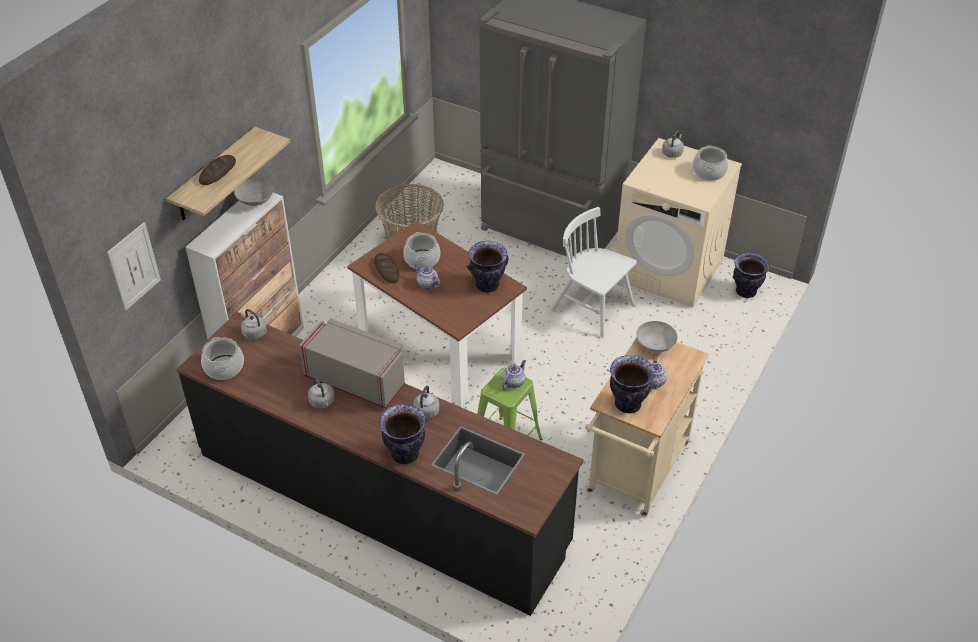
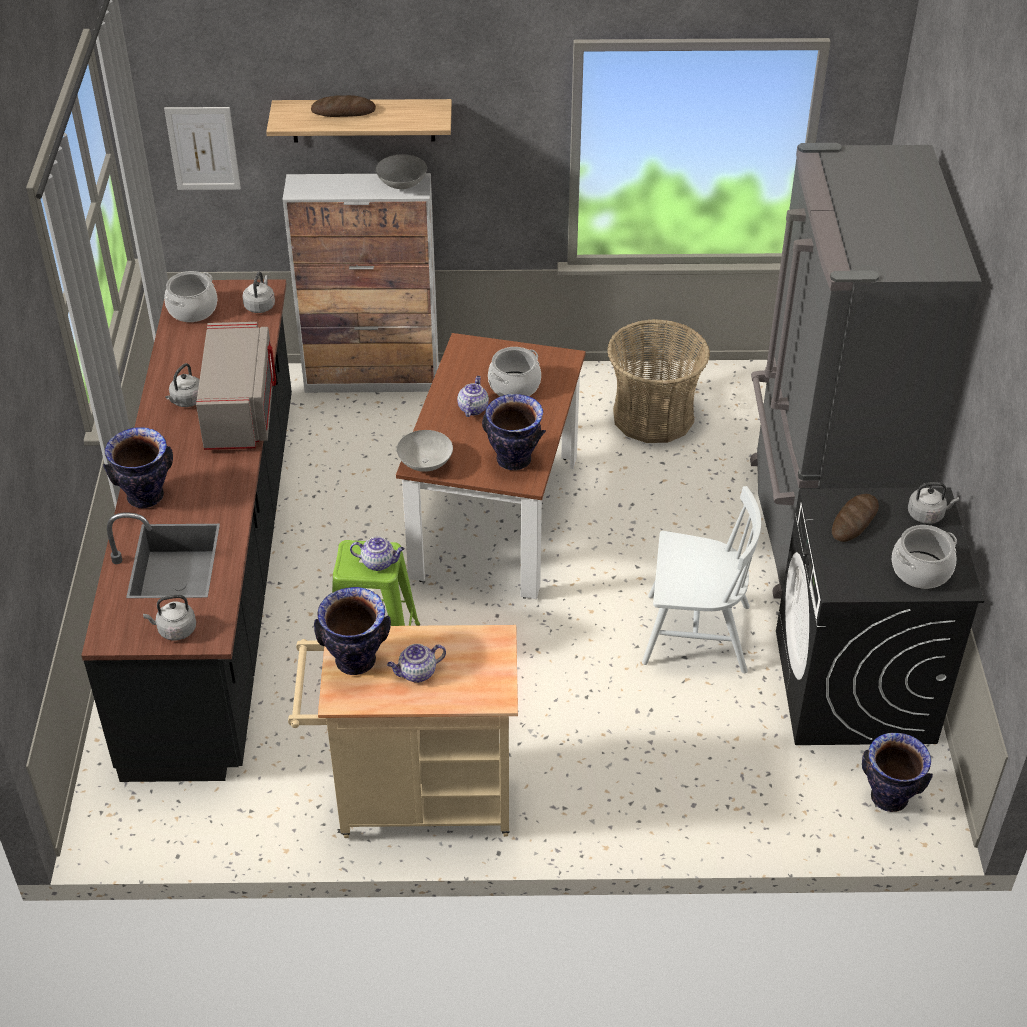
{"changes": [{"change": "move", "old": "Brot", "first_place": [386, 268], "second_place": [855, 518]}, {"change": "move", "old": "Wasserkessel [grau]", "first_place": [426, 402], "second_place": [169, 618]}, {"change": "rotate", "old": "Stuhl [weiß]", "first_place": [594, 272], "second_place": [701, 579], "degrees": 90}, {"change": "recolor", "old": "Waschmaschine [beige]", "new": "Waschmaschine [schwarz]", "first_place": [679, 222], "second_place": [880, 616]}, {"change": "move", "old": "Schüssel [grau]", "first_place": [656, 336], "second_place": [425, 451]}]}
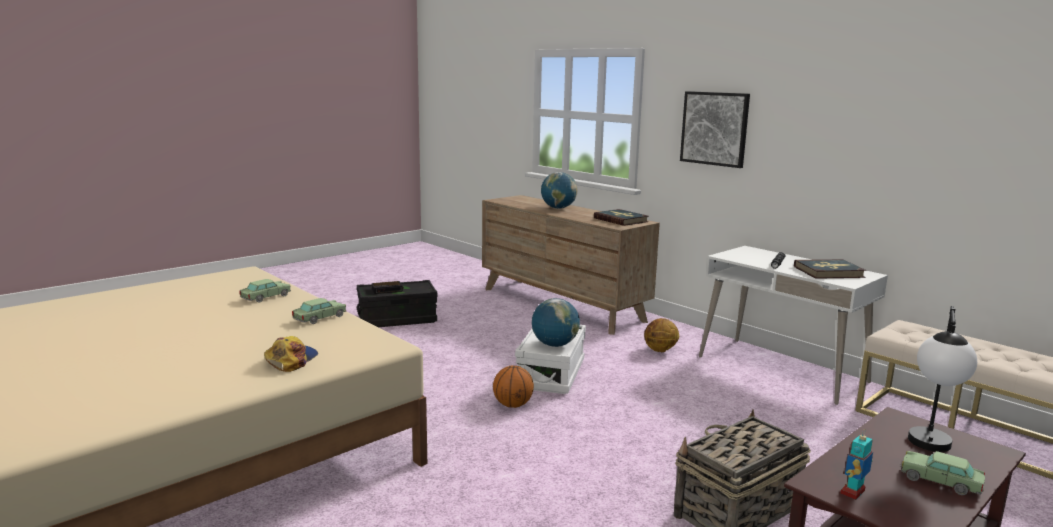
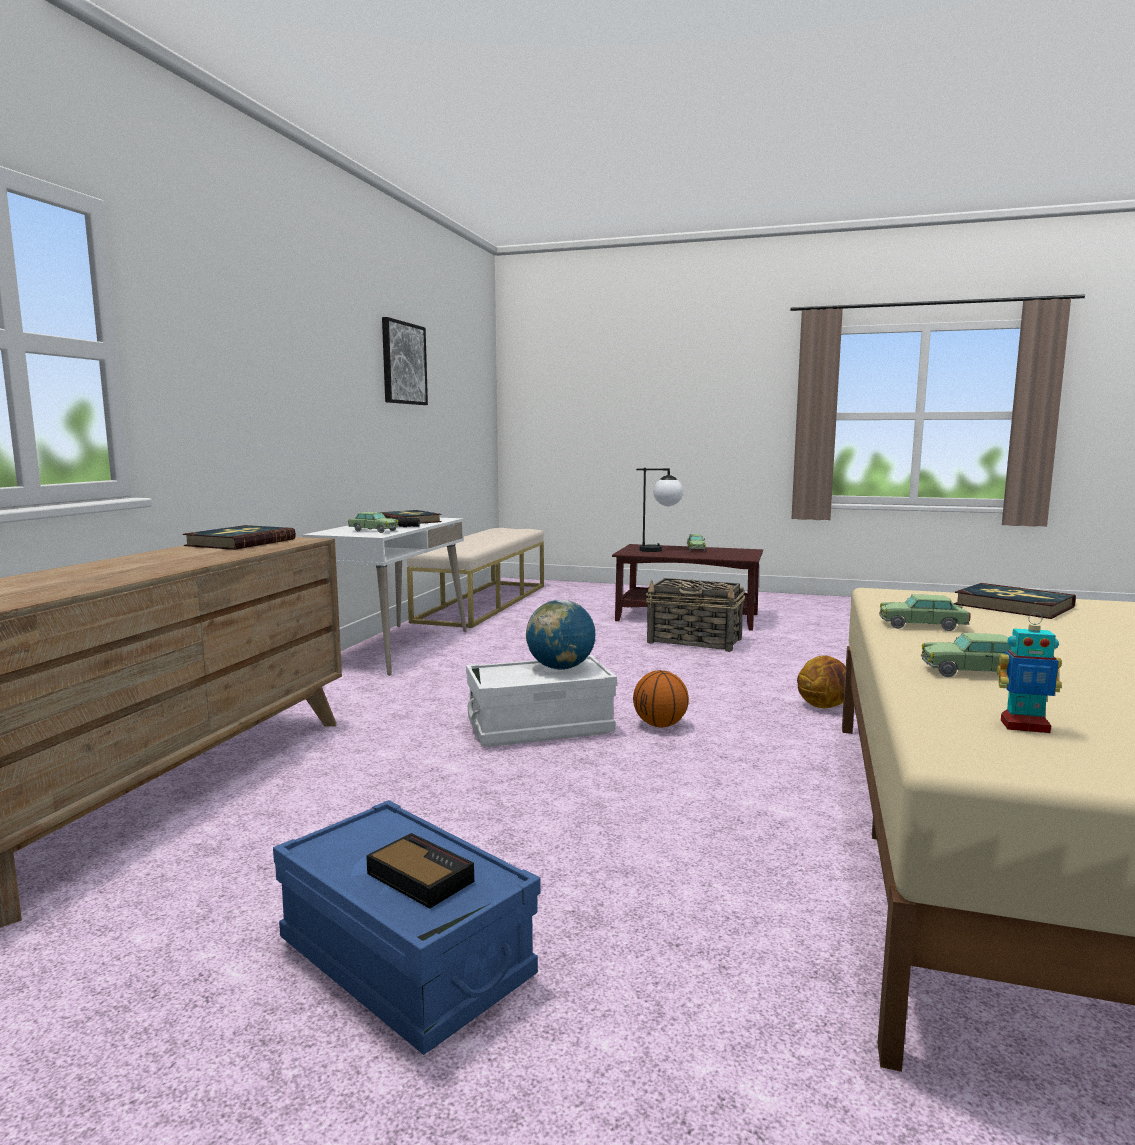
{"changes": [{"change": "replace", "old": "Kappe", "new": "Buch", "first_place": [291, 354], "second_place": [1015, 601]}, {"change": "recolor", "old": "Aufbewahrungsbox [schwarz]", "new": "Aufbewahrungsbox [blau]", "first_place": [397, 303], "second_place": [407, 927]}, {"change": "delete", "old": "Globus", "first_place": [559, 190]}, {"change": "move", "old": "Basketball", "first_place": [661, 335], "second_place": [821, 682]}, {"change": "move", "old": "Bild", "first_place": [715, 129], "second_place": [405, 361]}, {"change": "move", "old": "Spielzeugroboter", "first_place": [856, 465], "second_place": [1029, 672]}, {"change": "insert", "new": "Spielzeugauto", "second_place": [373, 522]}]}
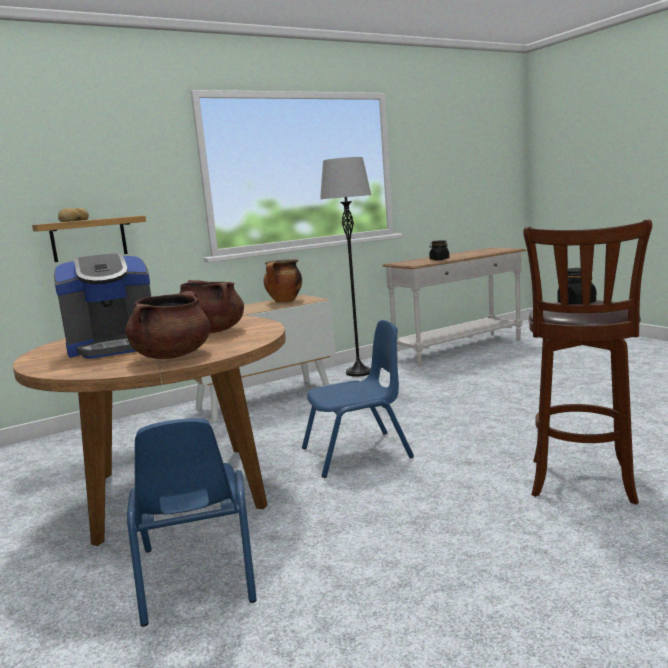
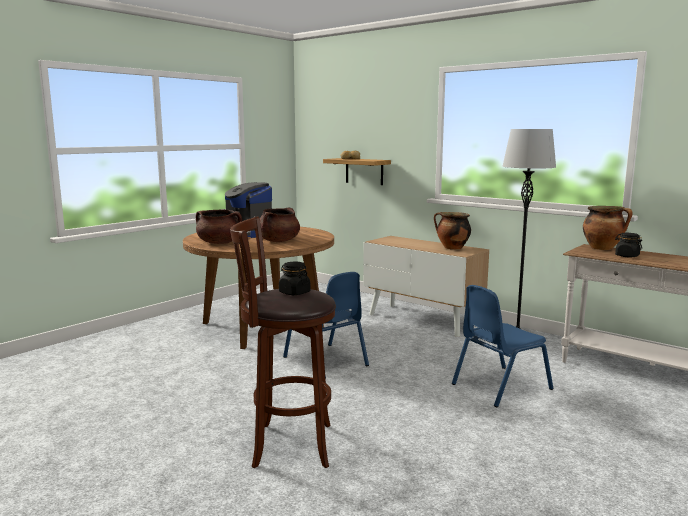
{"changes": [{"change": "move", "old": "Stuhl [blau]", "first_place": [192, 522], "second_place": [502, 346]}, {"change": "insert", "new": "Kochtopf", "second_place": [608, 228]}]}
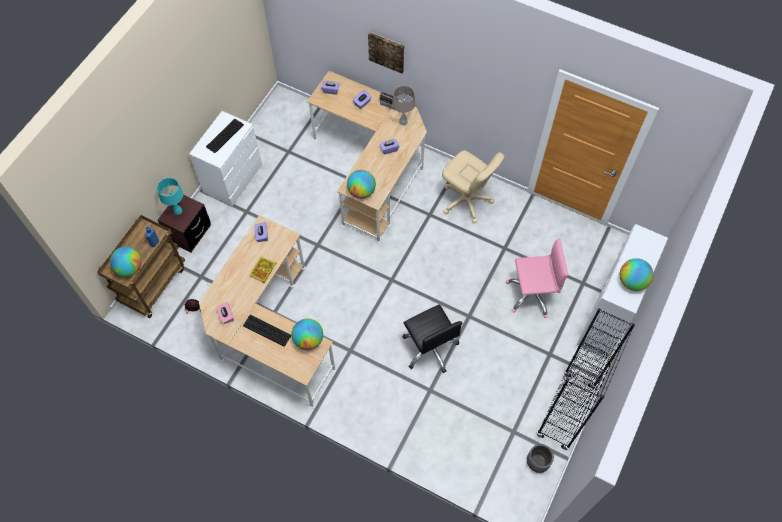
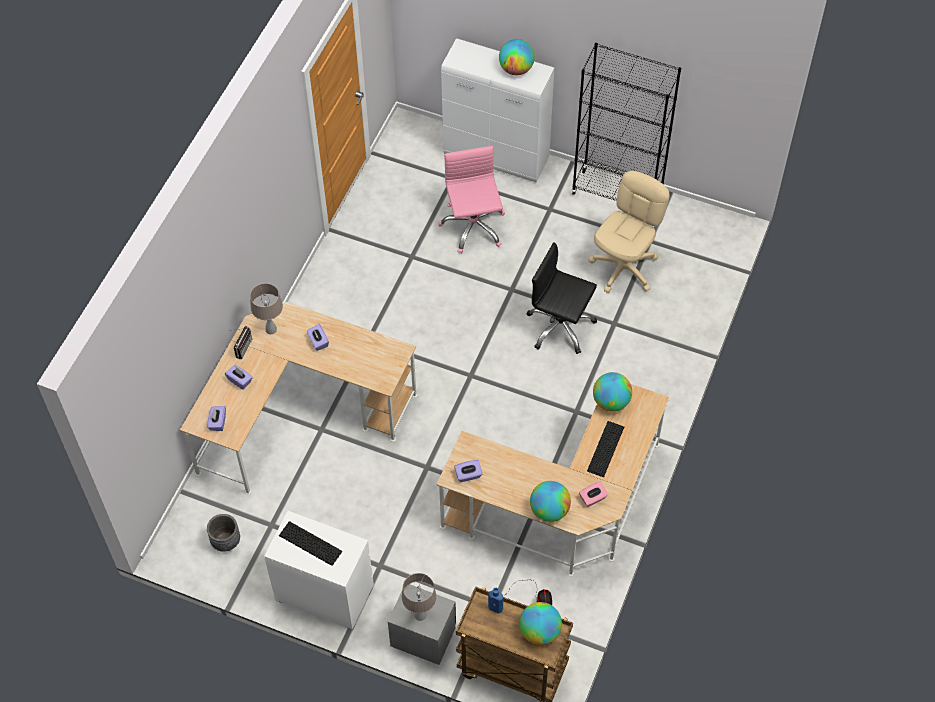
{"changes": [{"change": "recolor", "old": "Tischlampe [türkis]", "new": "Tischlampe [beige]", "first_place": [170, 196], "second_place": [419, 597]}, {"change": "recolor", "old": "Nachttisch [braun]", "new": "Nachttisch [grau]", "first_place": [184, 223], "second_place": [422, 624]}, {"change": "delete", "old": "Buch", "first_place": [263, 270]}, {"change": "move", "old": "Globus", "first_place": [361, 184], "second_place": [550, 501]}, {"change": "delete", "old": "Bild", "first_place": [386, 53]}, {"change": "rotate", "old": "Bürostuhl [schwarz]", "first_place": [432, 338], "second_place": [562, 298], "degrees": -120}, {"change": "move", "old": "Bürostuhl [beige]", "first_place": [473, 187], "second_place": [629, 232]}, {"change": "move", "old": "Pflanzkübel [grau]", "first_place": [540, 458], "second_place": [223, 533]}]}
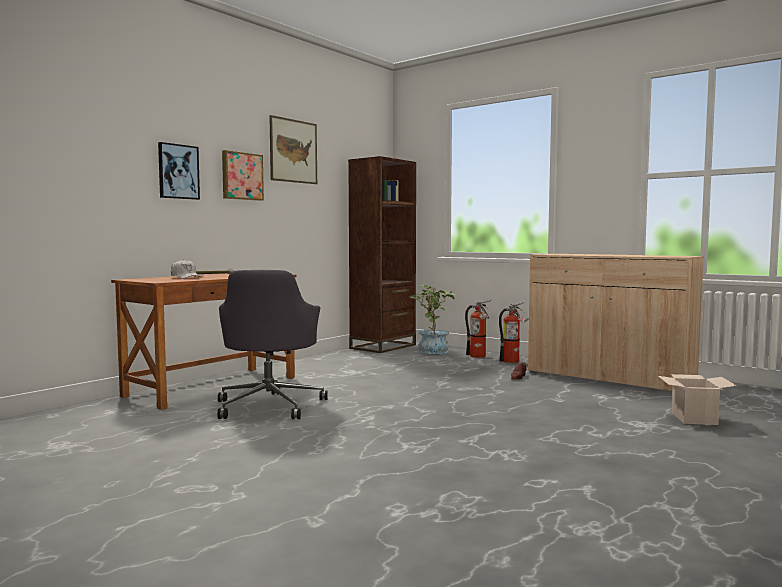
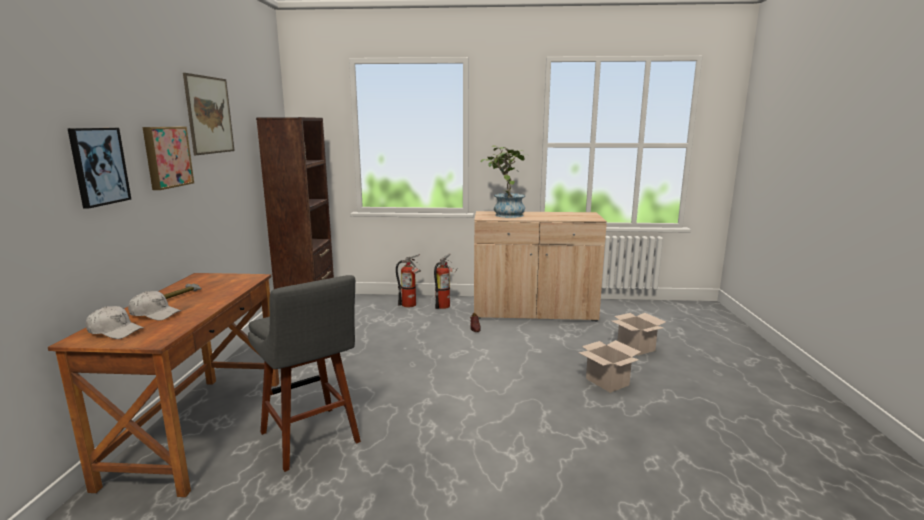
{"changes": [{"change": "replace", "old": "Bürostuhl [grau]", "new": "Hocker [grau]", "first_place": [272, 344], "second_place": [304, 373]}, {"change": "move", "old": "Topfpflanze", "first_place": [432, 319], "second_place": [503, 181]}, {"change": "insert", "new": "Kappe [weiß]", "second_place": [115, 322]}, {"change": "insert", "new": "Karton", "second_place": [609, 366]}]}
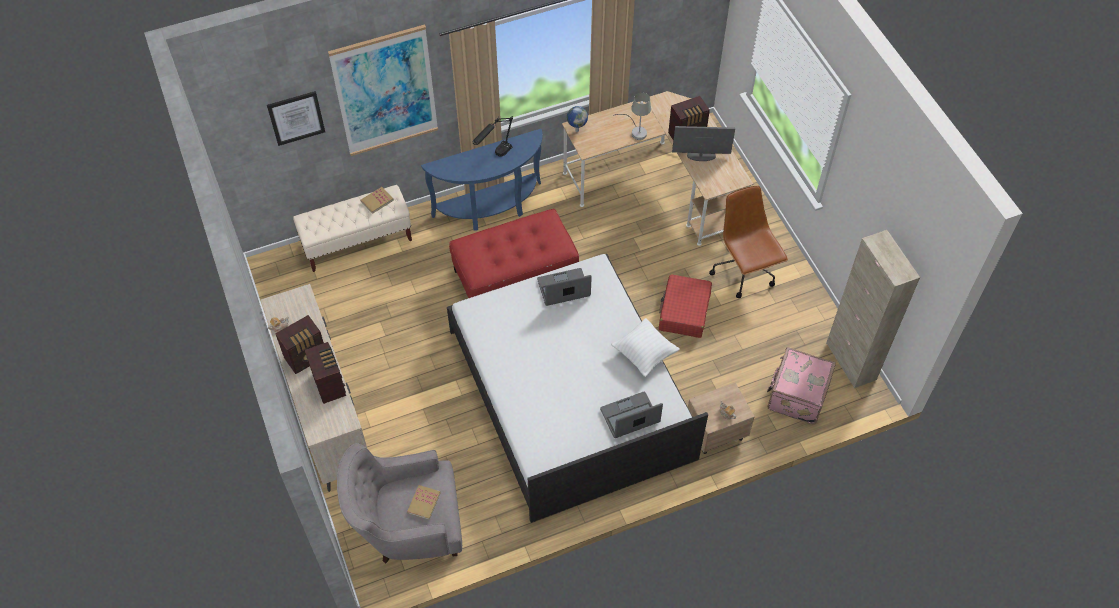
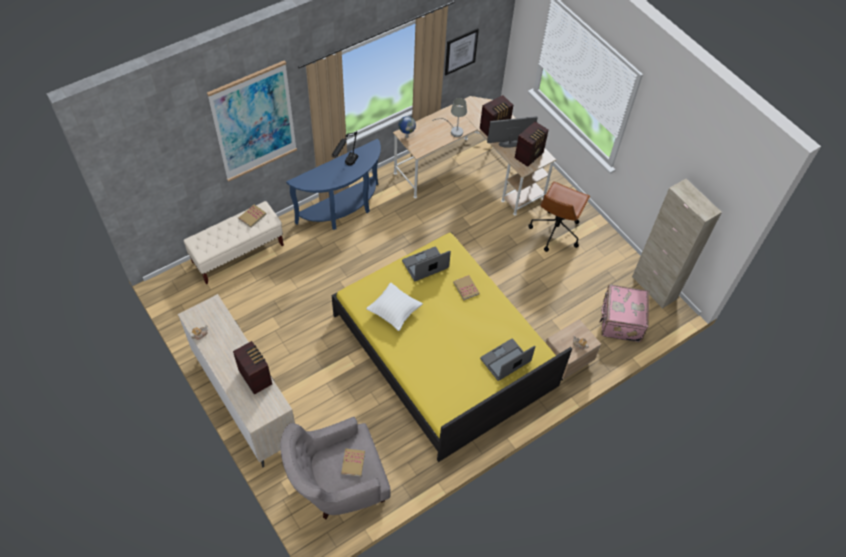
{"changes": [{"change": "move", "old": "Bild", "first_place": [296, 118], "second_place": [462, 51]}, {"change": "move", "old": "Radio", "first_place": [299, 344], "second_place": [531, 144]}, {"change": "recolor", "old": "Bett [weiß]", "new": "Bett [gelb]", "first_place": [577, 388], "second_place": [452, 347]}, {"change": "delete", "old": "Polsterhocker [rot]", "first_place": [514, 253]}, {"change": "move", "old": "Kissen [weiß]", "first_place": [645, 347], "second_place": [394, 307]}, {"change": "delete", "old": "Koffer [rot]", "first_place": [685, 306]}, {"change": "rotate", "old": "Bürostuhl [braun]", "first_place": [748, 242], "second_place": [559, 216], "degrees": -120}, {"change": "insert", "new": "Buch", "second_place": [466, 287]}]}
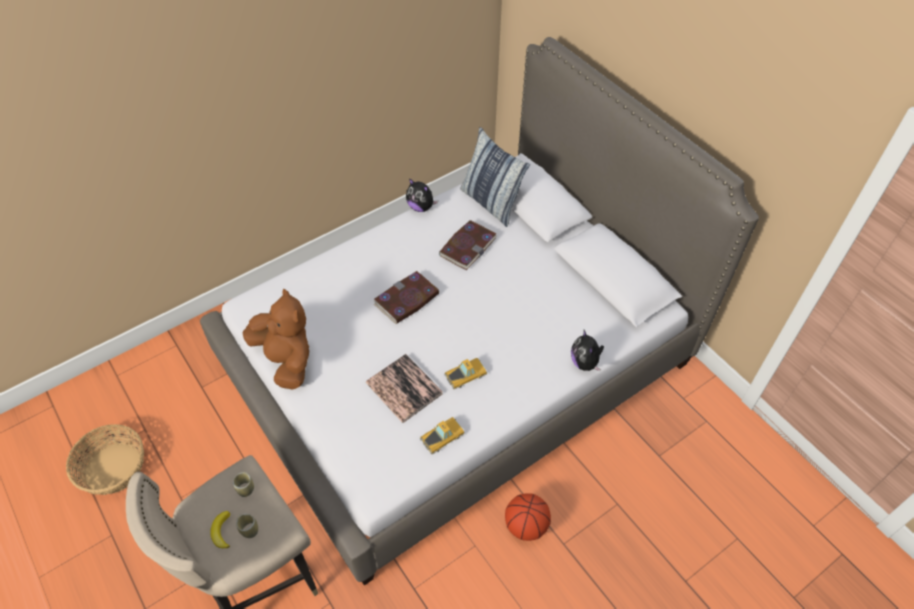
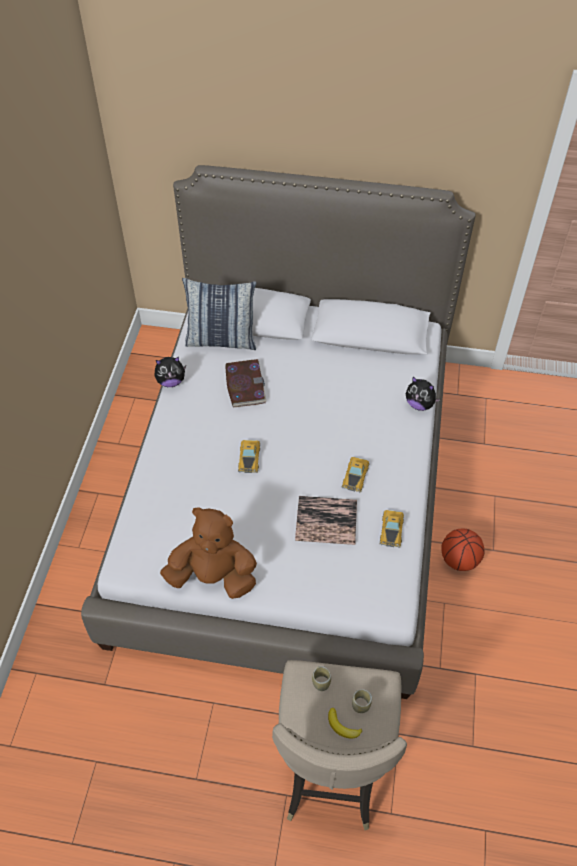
{"changes": [{"change": "delete", "old": "Korb", "first_place": [105, 459]}, {"change": "replace", "old": "Buch", "new": "Spielzeugauto", "first_place": [406, 297], "second_place": [249, 456]}]}
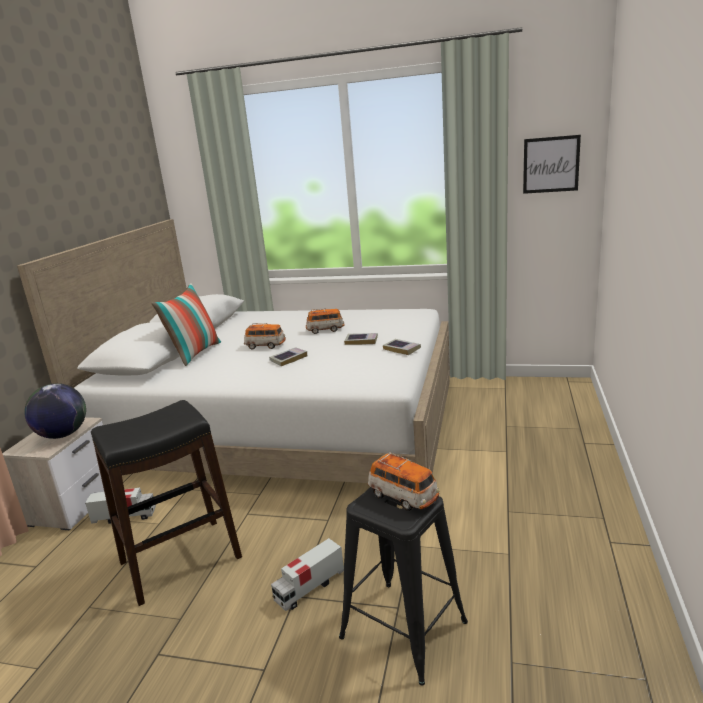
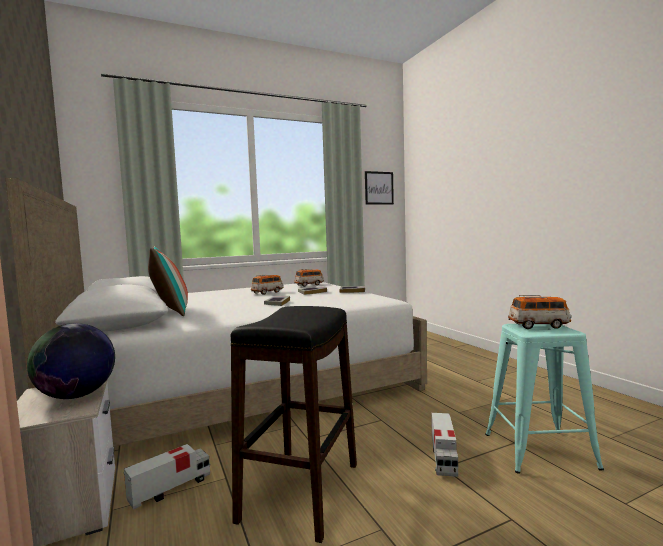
{"changes": [{"change": "move", "old": "Spielzeugauto", "first_place": [265, 336], "second_place": [309, 278]}, {"change": "recolor", "old": "Hocker [schwarz]", "new": "Hocker [türkis]", "first_place": [403, 586], "second_place": [544, 399]}]}
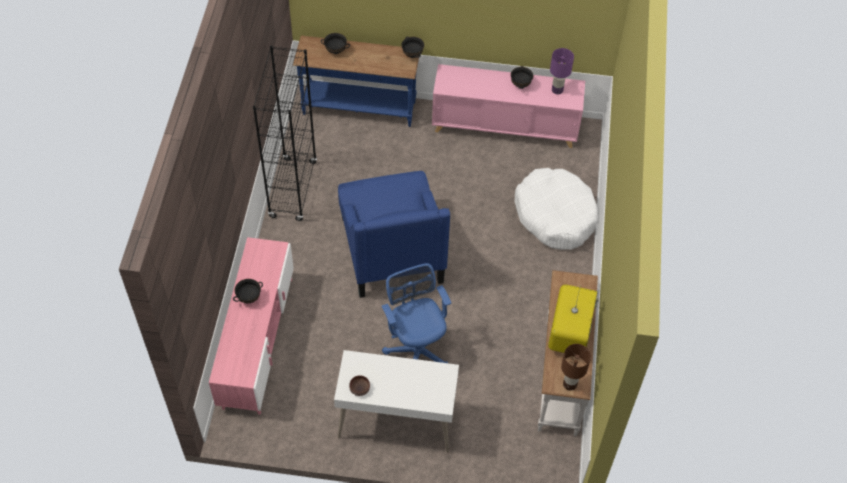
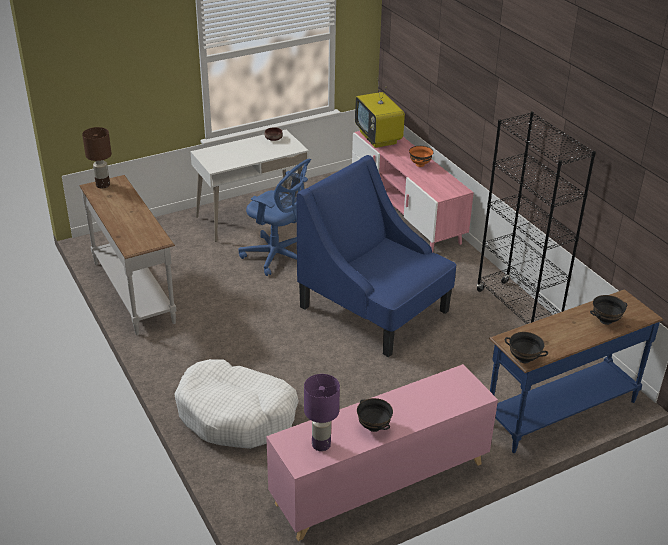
{"changes": [{"change": "recolor", "old": "Schüssel [schwarz]", "new": "Schüssel [orange]", "first_place": [248, 291], "second_place": [421, 156]}, {"change": "move", "old": "Fernseher", "first_place": [573, 318], "second_place": [380, 112]}]}
